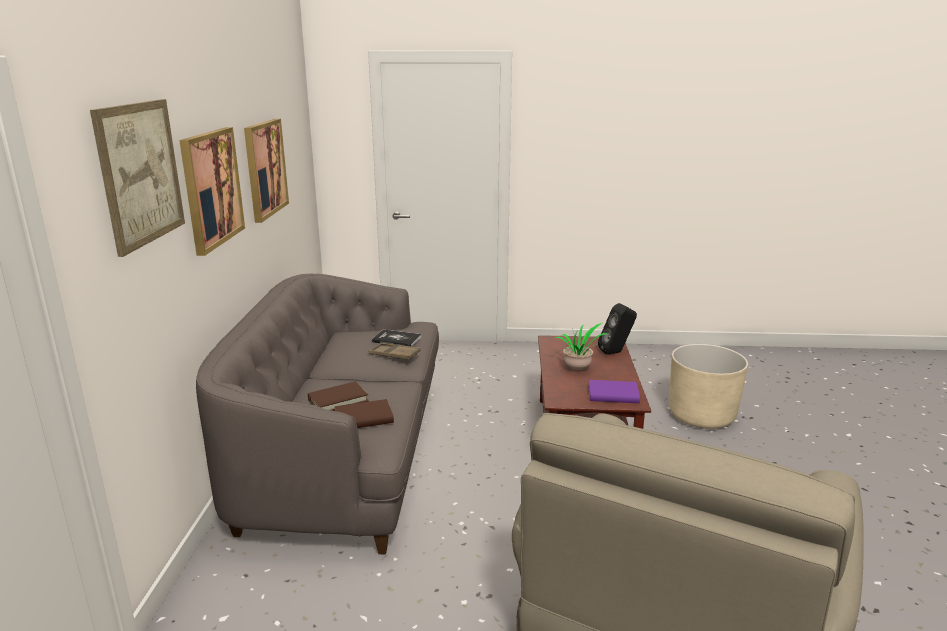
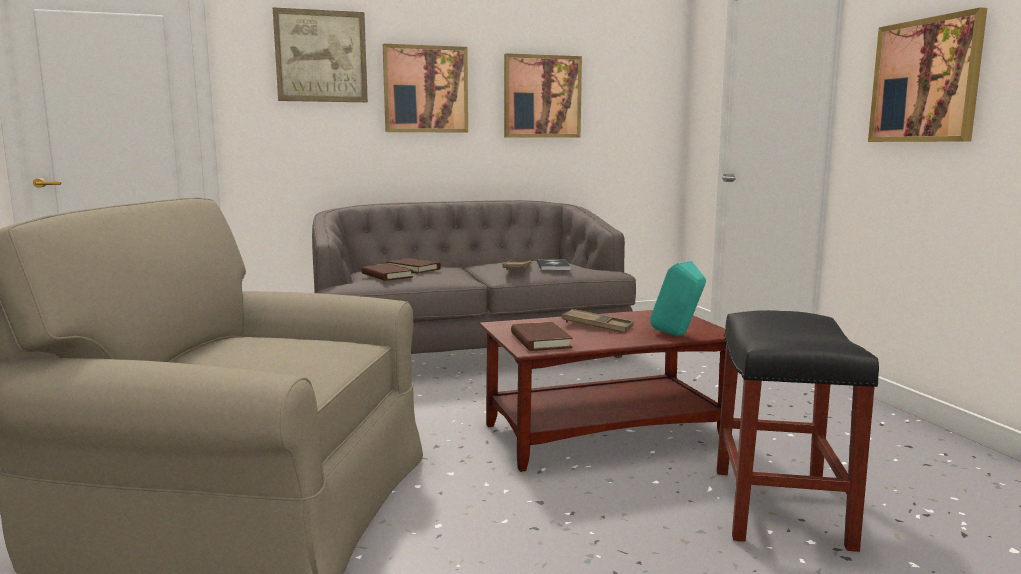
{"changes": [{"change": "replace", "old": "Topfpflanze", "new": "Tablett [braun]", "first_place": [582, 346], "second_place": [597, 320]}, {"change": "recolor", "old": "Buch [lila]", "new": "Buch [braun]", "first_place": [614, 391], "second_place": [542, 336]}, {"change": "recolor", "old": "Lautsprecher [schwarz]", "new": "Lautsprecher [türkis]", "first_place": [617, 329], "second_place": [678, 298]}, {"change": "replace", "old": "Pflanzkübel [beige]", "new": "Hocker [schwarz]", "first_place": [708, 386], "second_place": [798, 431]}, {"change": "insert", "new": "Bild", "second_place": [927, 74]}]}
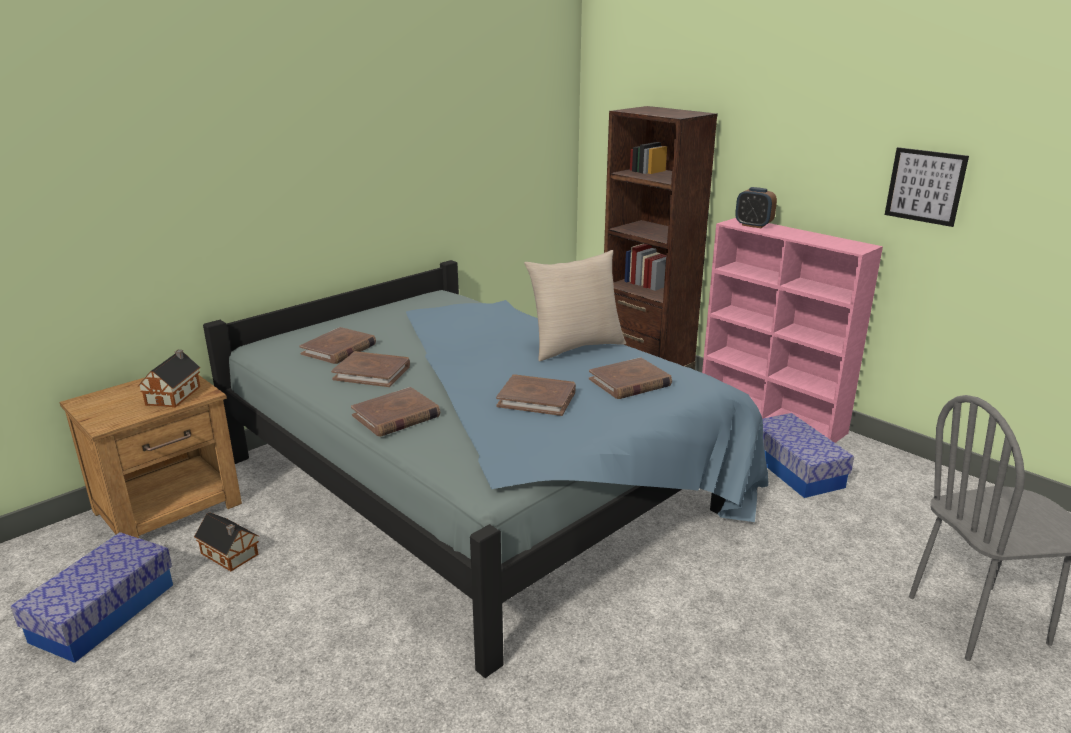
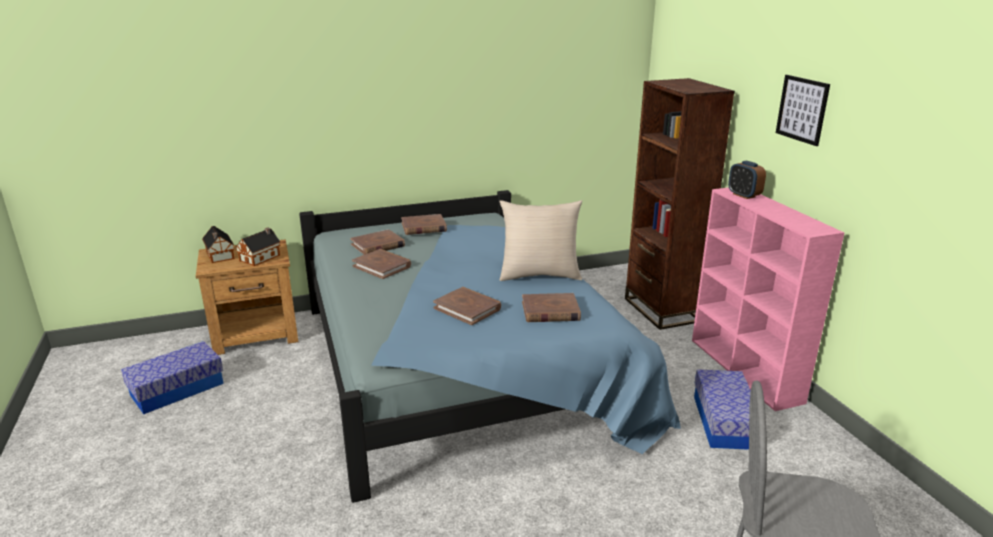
{"changes": [{"change": "move", "old": "Spielzeughaus", "first_place": [226, 541], "second_place": [218, 244]}, {"change": "move", "old": "Buch [braun]", "first_place": [395, 412], "second_place": [424, 224]}, {"change": "move", "old": "Bild", "first_place": [927, 187], "second_place": [803, 110]}]}
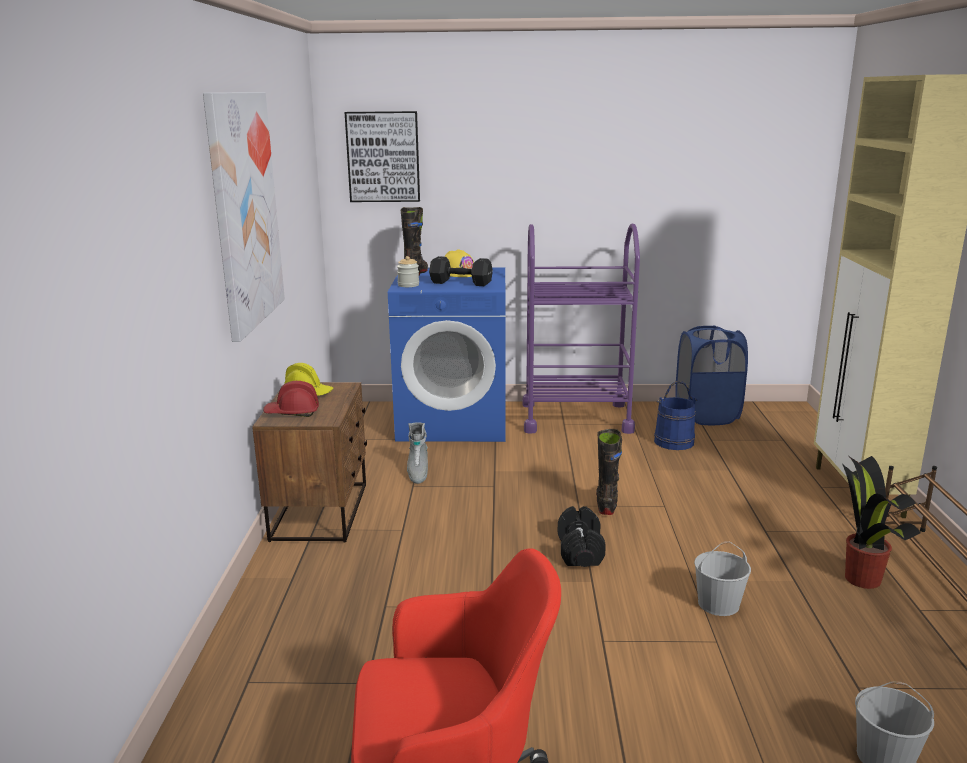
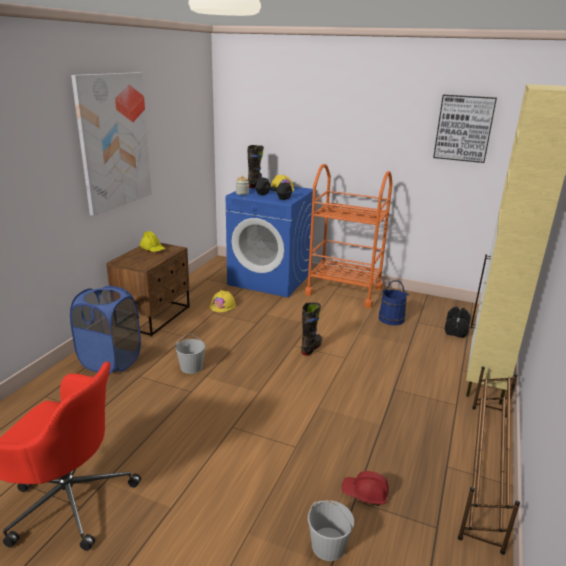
{"changes": [{"change": "move", "old": "Schutzhelm [rot]", "first_place": [291, 399], "second_place": [365, 488]}, {"change": "move", "old": "Bild", "first_place": [382, 156], "second_place": [465, 129]}, {"change": "replace", "old": "Stiefel [grau]", "new": "Schutzhelm [gelb]", "first_place": [417, 453], "second_place": [223, 301]}, {"change": "recolor", "old": "Rollwagen [lila]", "new": "Rollwagen [orange]", "first_place": [581, 329], "second_place": [348, 236]}, {"change": "move", "old": "Hantel [schwarz]", "first_place": [582, 536], "second_place": [458, 322]}, {"change": "move", "old": "Wäschekorb [blau]", "first_place": [711, 375], "second_place": [105, 330]}, {"change": "move", "old": "Eimer [weiß]", "first_place": [722, 578], "second_place": [190, 354]}, {"change": "delete", "old": "Topfpflanze", "first_place": [881, 522]}]}
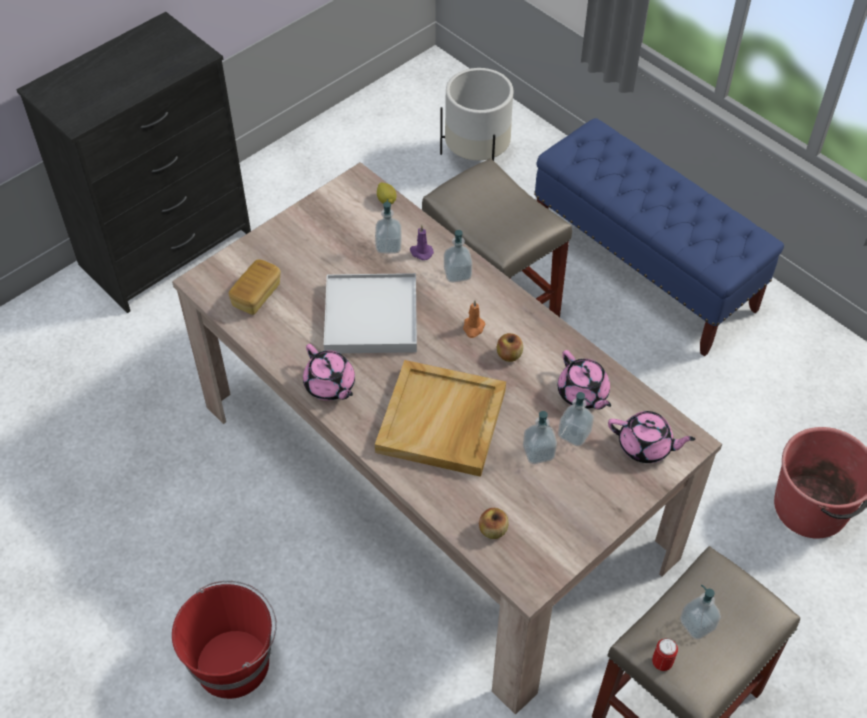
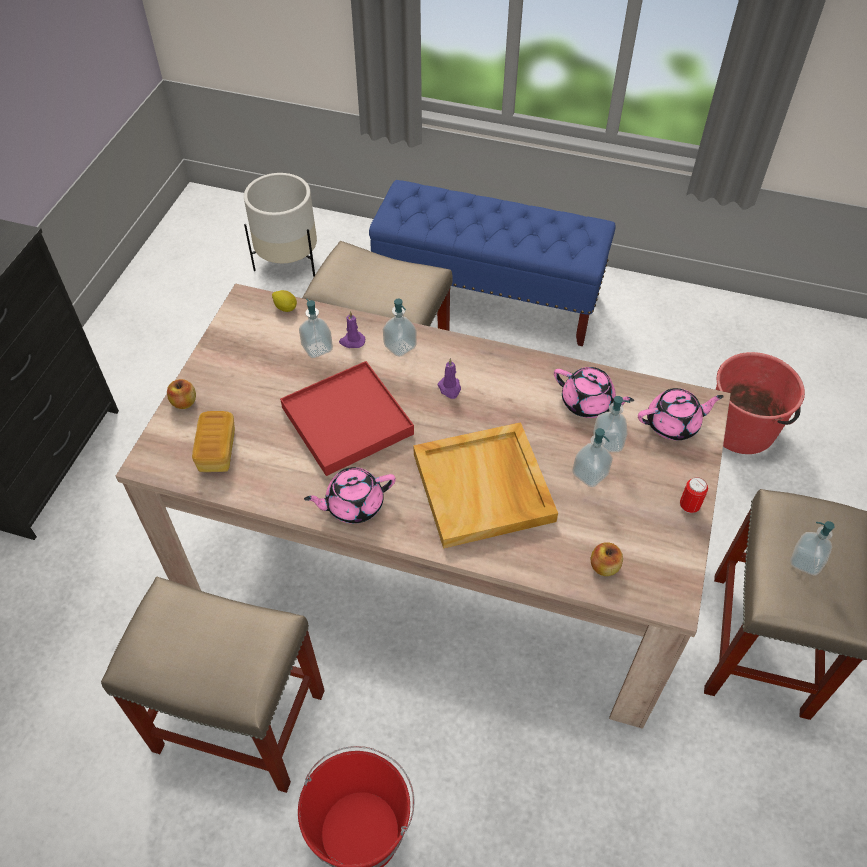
{"changes": [{"change": "rotate", "old": "Teekanne [rosa]", "first_place": [329, 372], "second_place": [350, 495], "degrees": 135}, {"change": "recolor", "old": "Tablett [weiß]", "new": "Tablett [rot]", "first_place": [370, 313], "second_place": [347, 418]}, {"change": "recolor", "old": "Kerze [orange]", "new": "Kerze [lila]", "first_place": [474, 319], "second_place": [449, 378]}, {"change": "move", "old": "Apfel", "first_place": [510, 347], "second_place": [181, 394]}, {"change": "move", "old": "Dose", "first_place": [665, 654], "second_place": [694, 495]}, {"change": "insert", "new": "Hocker [beige]", "second_place": [213, 685]}]}
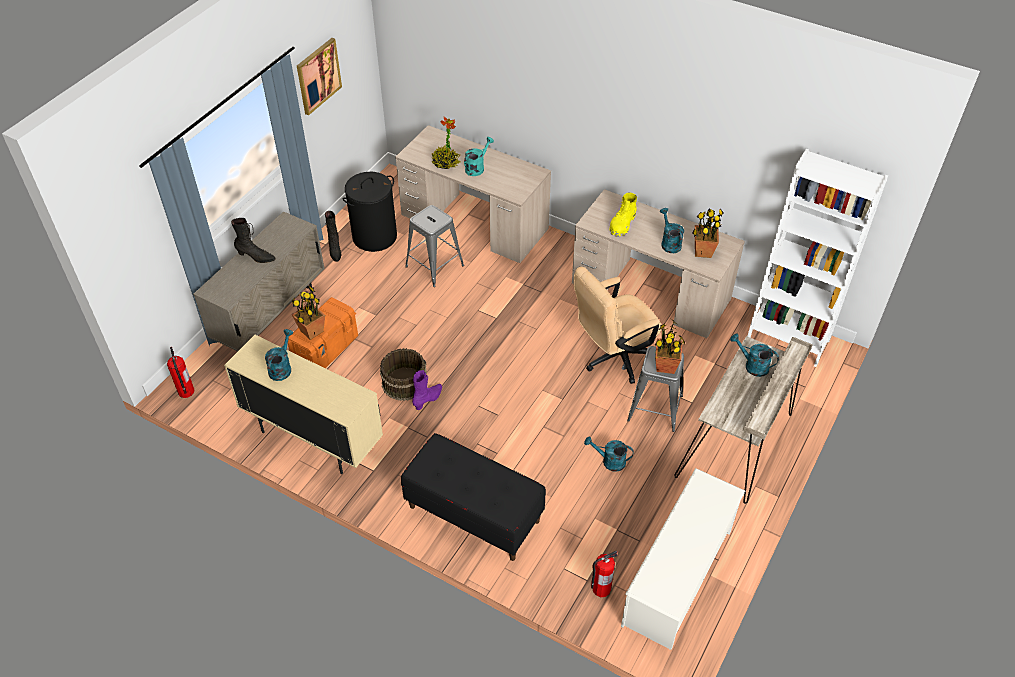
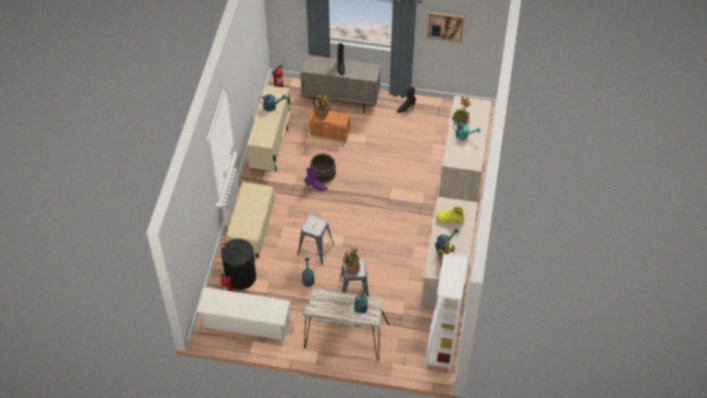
{"changes": [{"change": "move", "old": "Wäschekorb [schwarz]", "first_place": [369, 212], "second_place": [238, 264]}, {"change": "recolor", "old": "Bank [schwarz]", "new": "Bank [beige]", "first_place": [473, 497], "second_place": [250, 220]}, {"change": "move", "old": "Hocker [grau]", "first_place": [434, 246], "second_place": [315, 240]}, {"change": "delete", "old": "Bürostuhl [beige]", "first_place": [617, 325]}]}
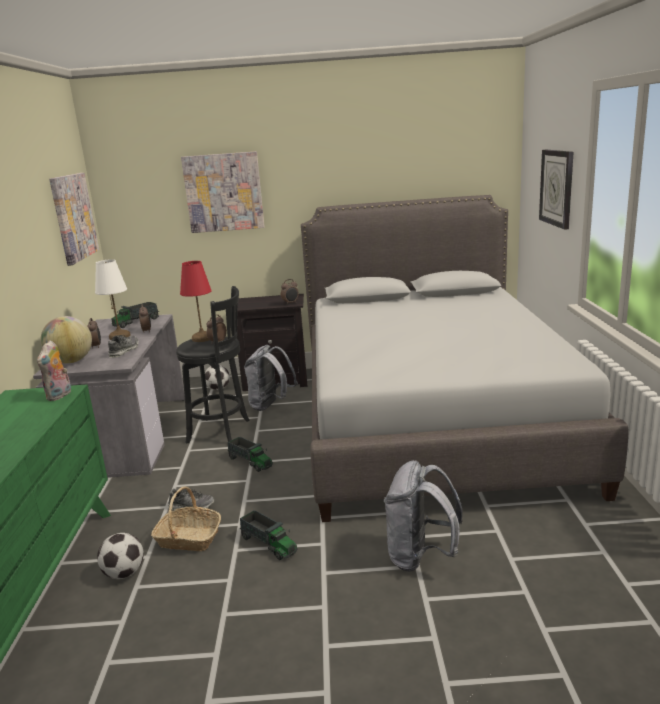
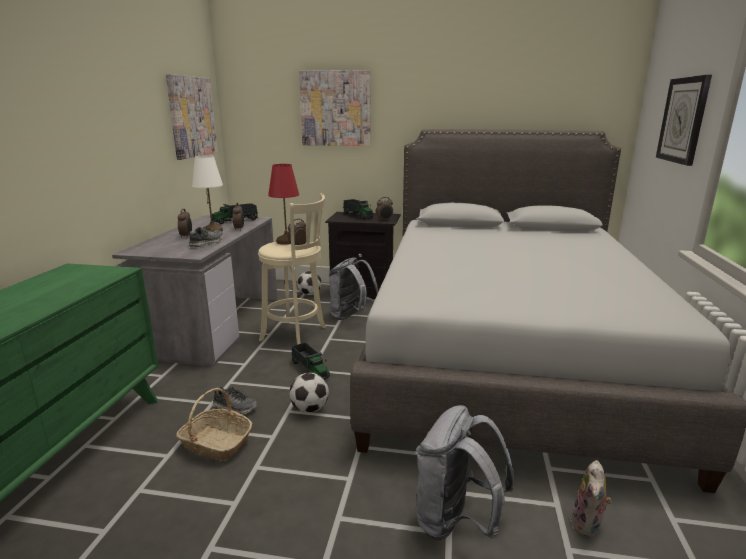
{"changes": [{"change": "move", "old": "Plüschtier", "first_place": [54, 370], "second_place": [591, 498]}, {"change": "delete", "old": "Globus", "first_place": [66, 340]}, {"change": "move", "old": "Fußball", "first_place": [120, 556], "second_place": [309, 393]}, {"change": "recolor", "old": "Hocker [schwarz]", "new": "Hocker [beige]", "first_place": [213, 365], "second_place": [292, 269]}, {"change": "move", "old": "Spielzeuglaster", "first_place": [269, 535], "second_place": [358, 209]}]}
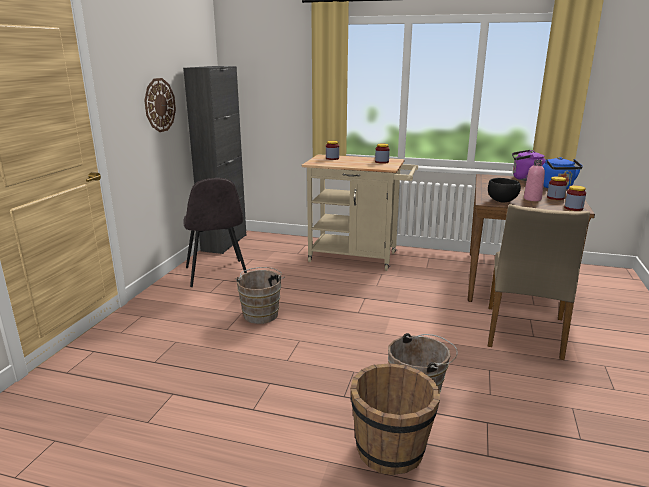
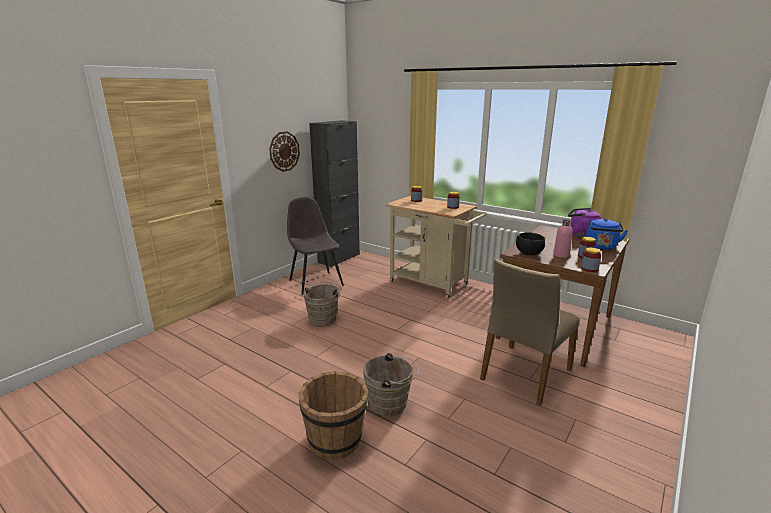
{"changes": [{"change": "rotate", "old": "Stuhl [grau]", "first_place": [215, 232], "second_place": [315, 246], "degrees": 150}]}
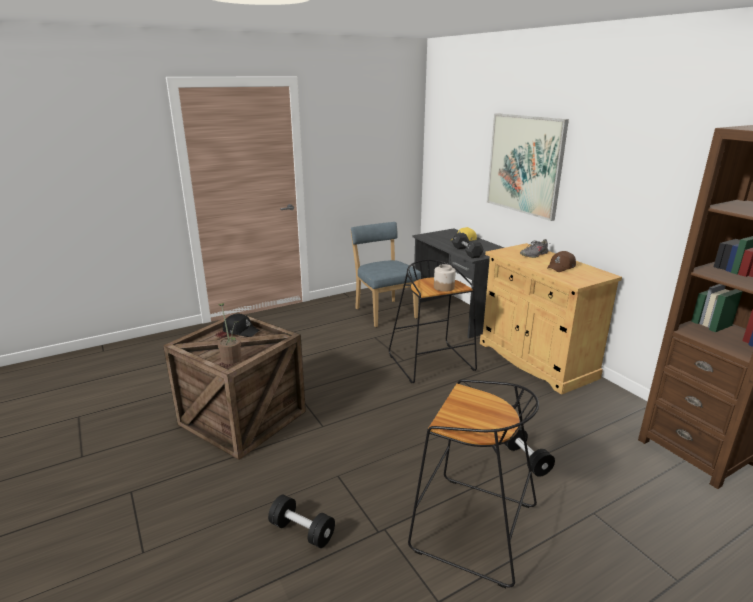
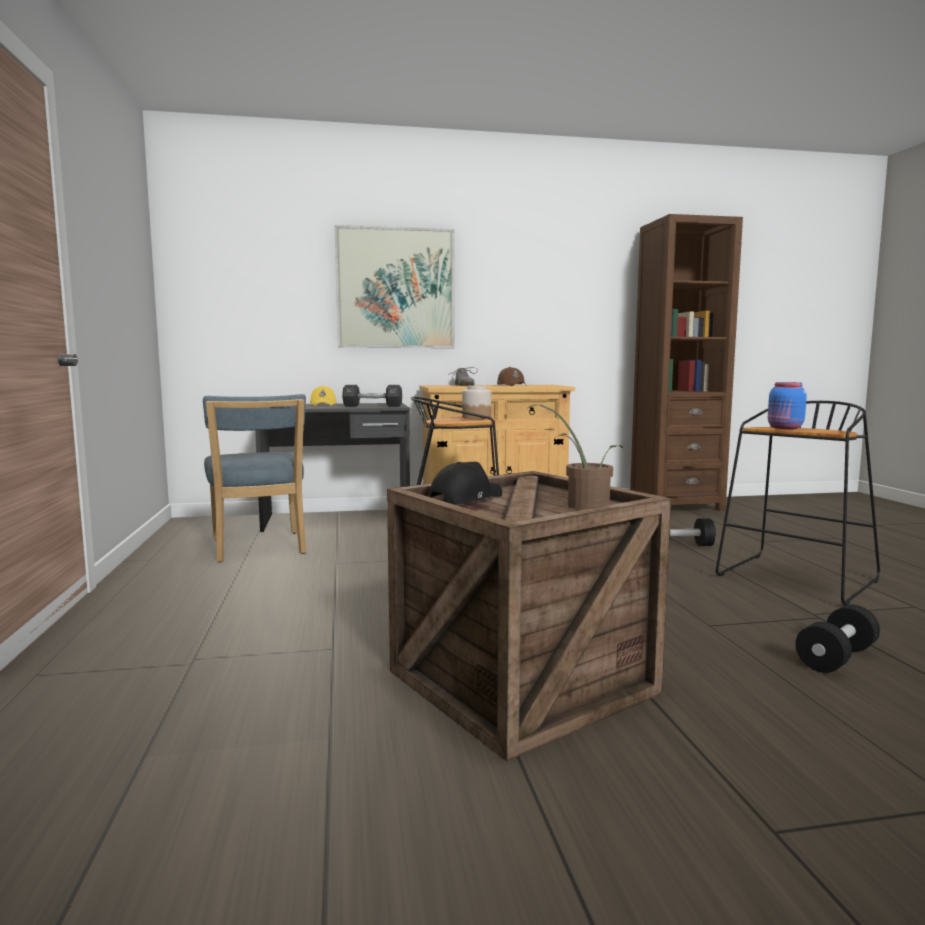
{"changes": [{"change": "rotate", "old": "Stuhl [blau]", "first_place": [385, 274], "second_place": [254, 478], "degrees": -105}, {"change": "insert", "new": "Vorratsglas [blau]", "second_place": [787, 405]}]}
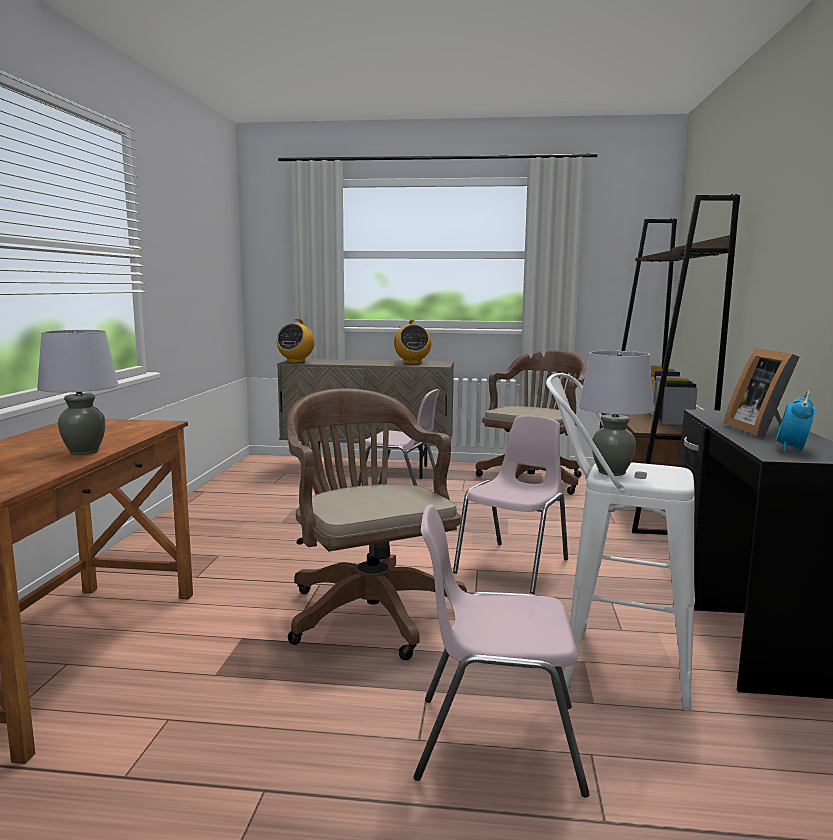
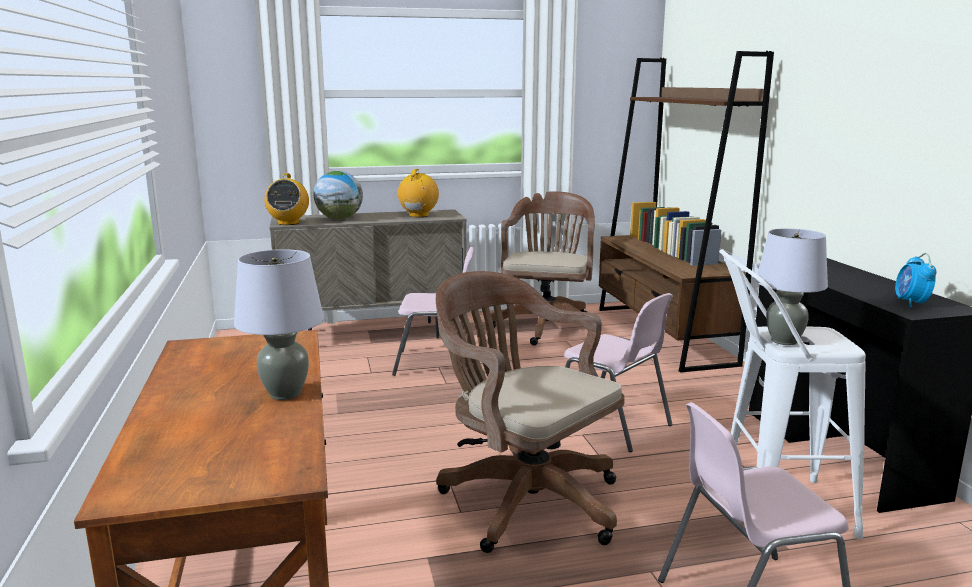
{"changes": [{"change": "rotate", "old": "Radio", "first_place": [412, 342], "second_place": [418, 193], "degrees": -135}, {"change": "rotate", "old": "Stuhl [rosa]", "first_place": [510, 505], "second_place": [618, 372], "degrees": 120}, {"change": "delete", "old": "Bilderrahmen", "first_place": [761, 393]}, {"change": "insert", "new": "Globus", "second_place": [338, 195]}]}
